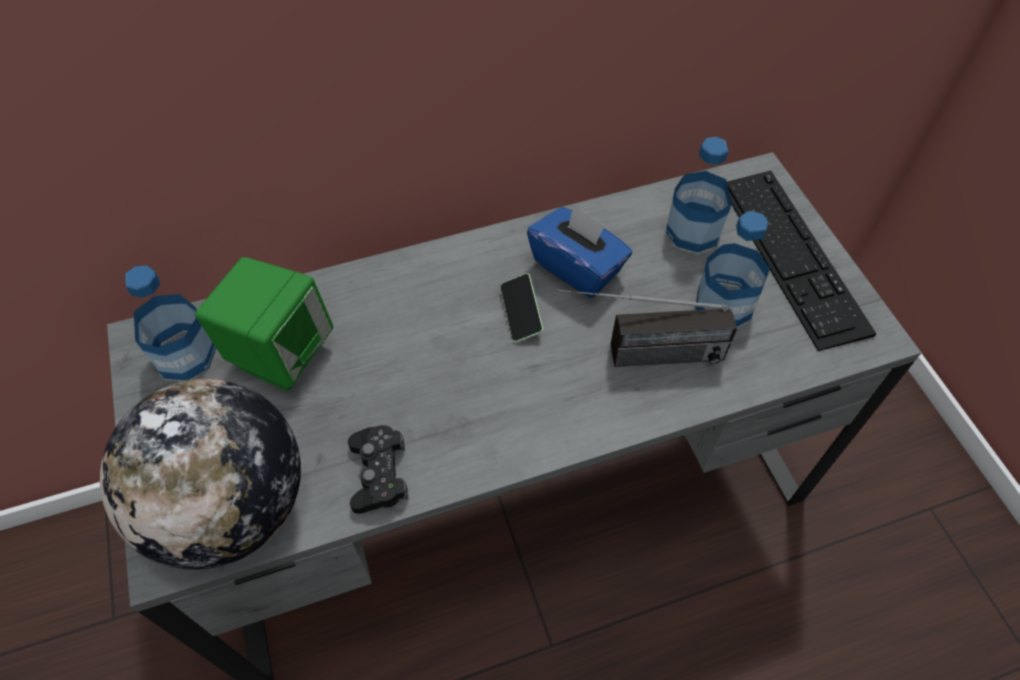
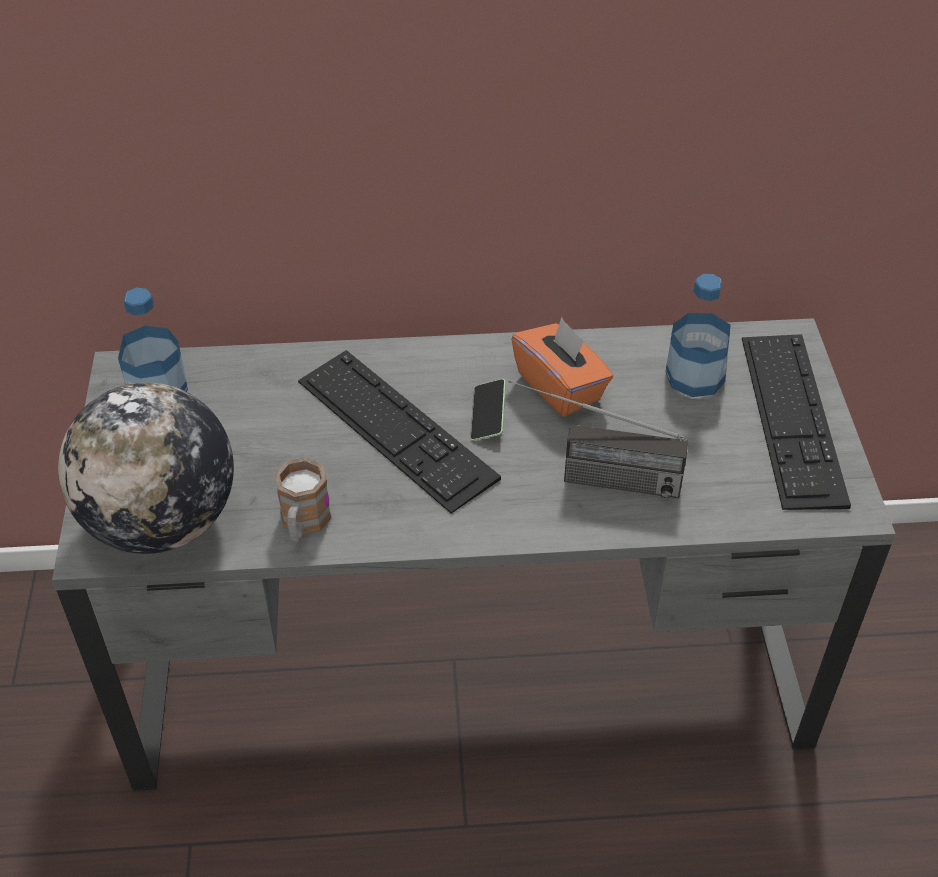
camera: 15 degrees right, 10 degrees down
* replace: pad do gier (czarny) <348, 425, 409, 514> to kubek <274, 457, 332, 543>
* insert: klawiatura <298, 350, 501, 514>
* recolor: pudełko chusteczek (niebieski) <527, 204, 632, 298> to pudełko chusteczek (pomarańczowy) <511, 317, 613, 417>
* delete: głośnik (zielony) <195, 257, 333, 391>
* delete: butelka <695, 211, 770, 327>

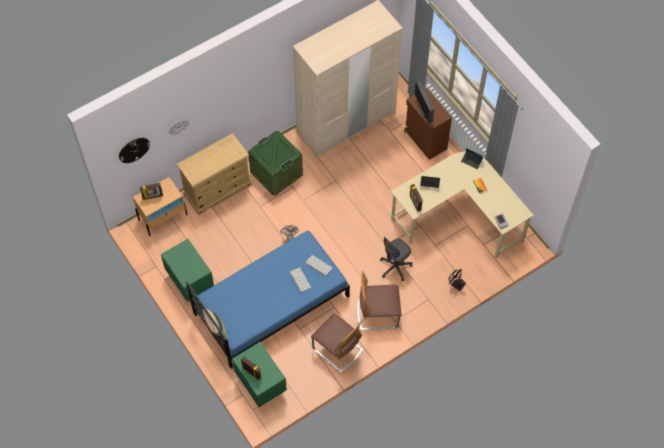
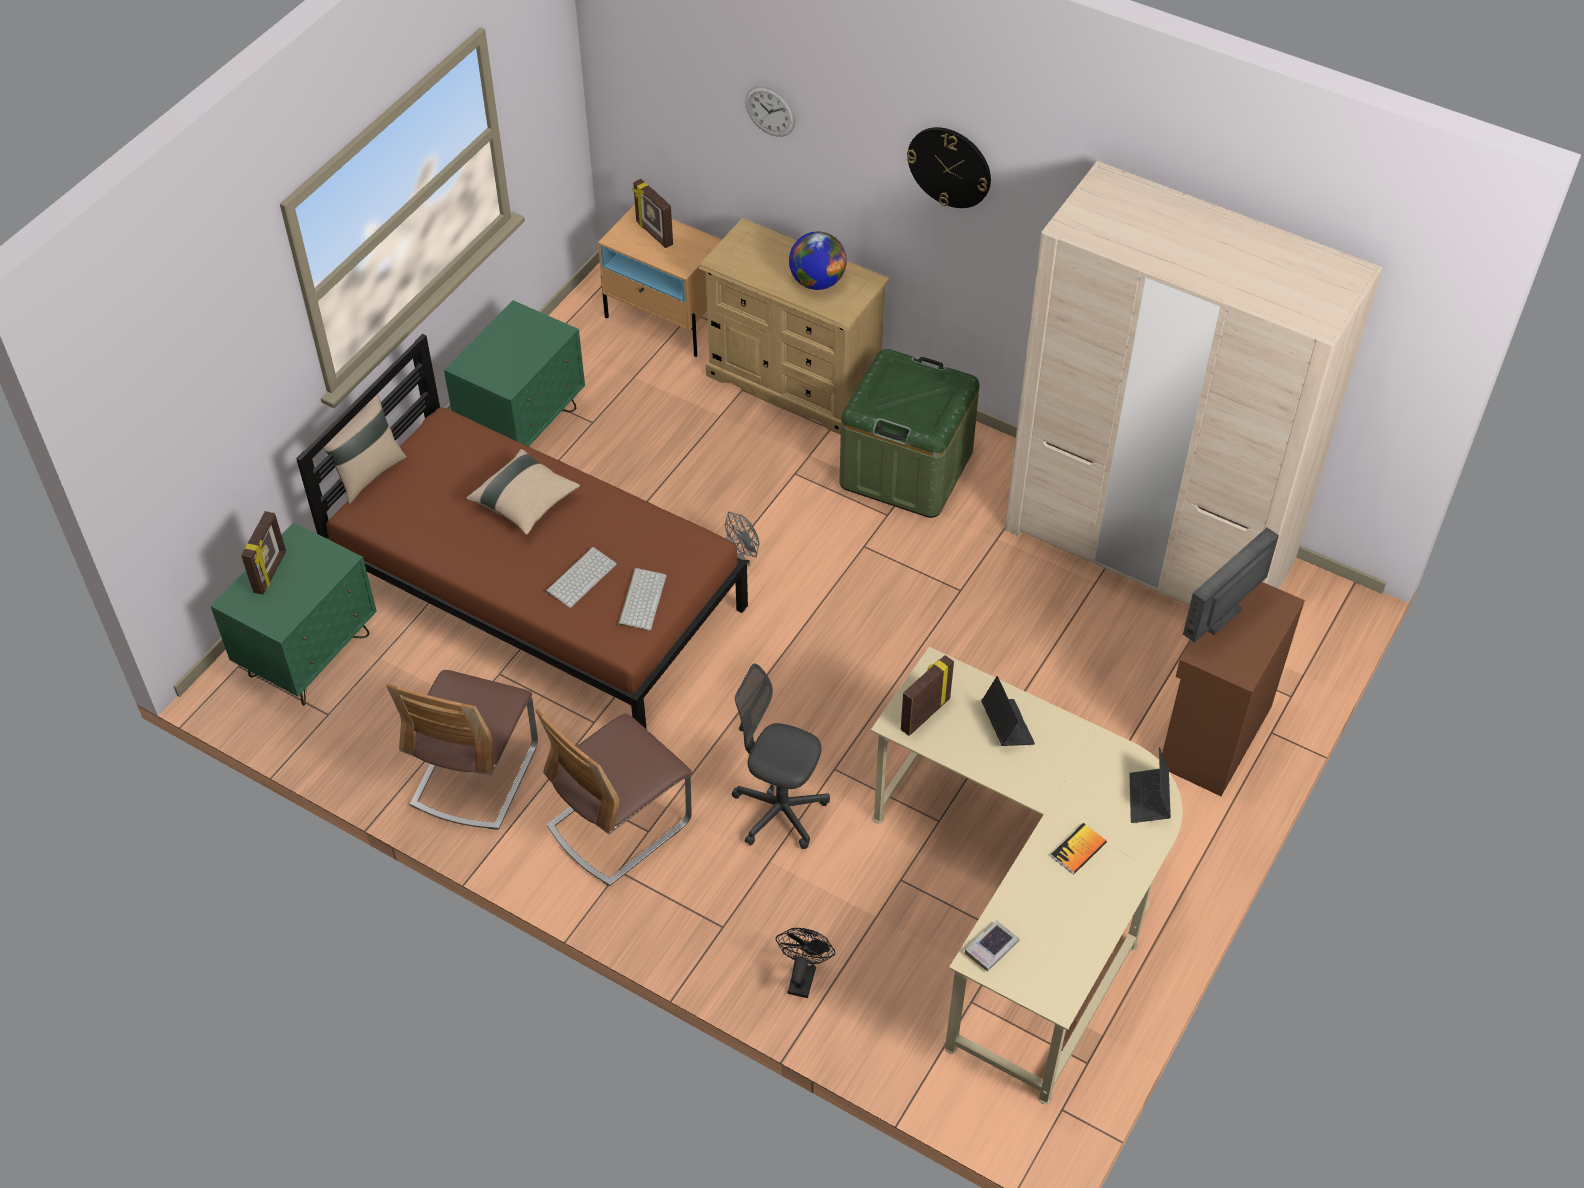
camera: 65 degrees right, 10 degrees down
* recolor: łóżko (niebieski) <186, 231, 350, 369> to łóżko (brązowy) <296, 334, 748, 729>
* insert: poduszka (beżowy) <466, 449, 580, 535>
* rotate: krzesło <357, 271, 401, 330> = <535, 708, 692, 886> 105 degrees counterclockwise
* insert: globus <789, 232, 847, 290>
* move: zegar ścienny <119, 138, 150, 163> to <907, 127, 991, 208>

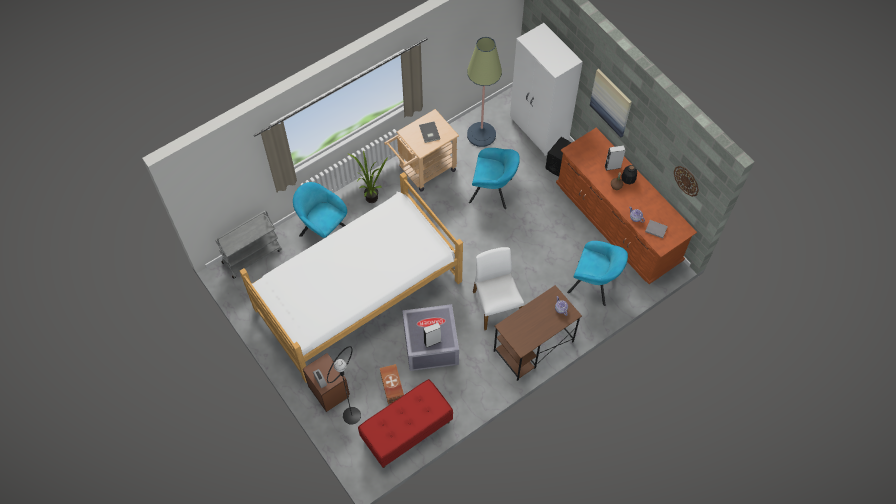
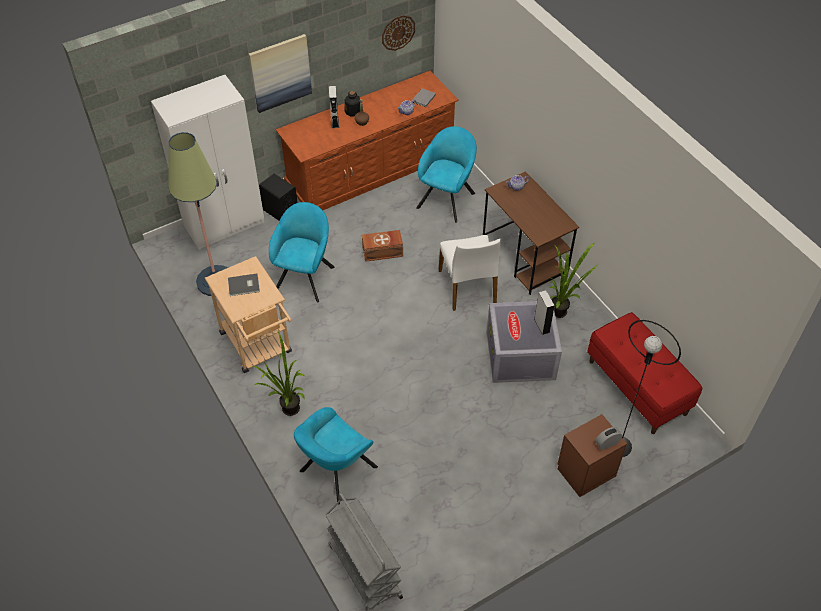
camera: 85 degrees left, 10 degrees down
* move: pojemnik do przechowywania (brązowy) <380, 364, 404, 405> to <362, 230, 403, 262>
* rotate: krzesło (biały) <473, 247, 524, 330> = <438, 235, 501, 311> 90 degrees counterclockwise
* insert: roślina doniczkowa <550, 243, 598, 318>
* delete: łóżko <240, 172, 463, 383>

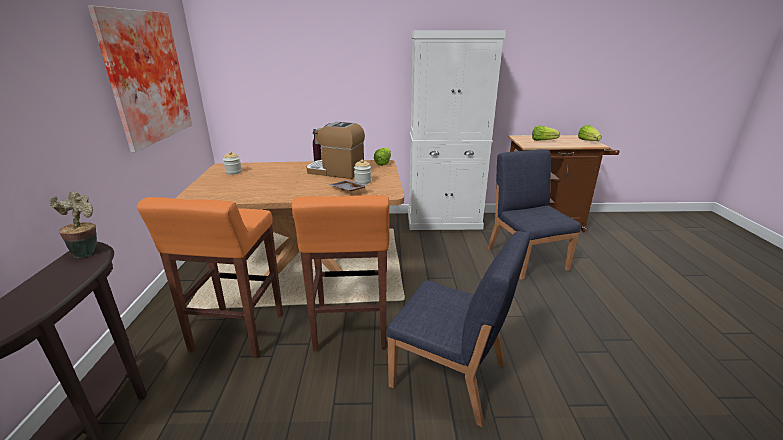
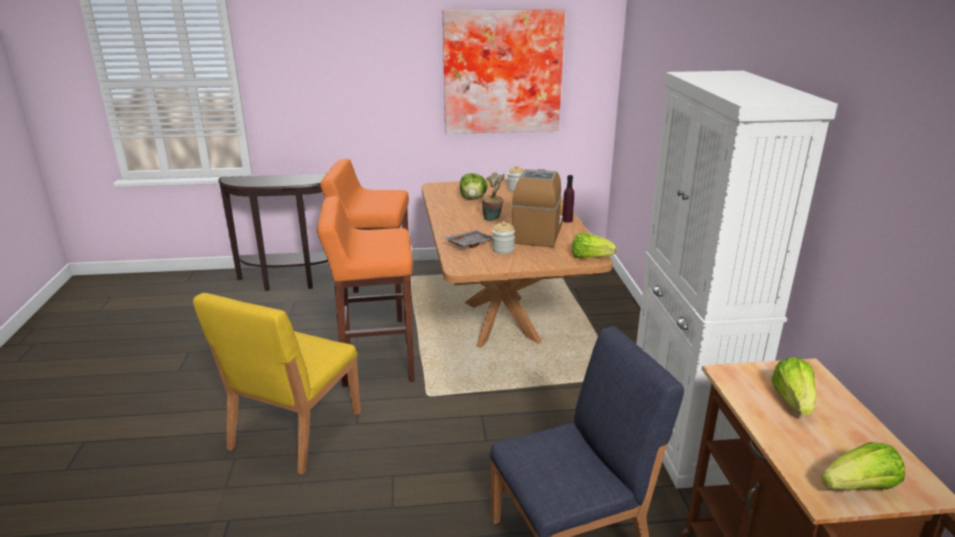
camera: 85 degrees right, 0 degrees up
* recolor: krzesło (niebieski) <387, 231, 530, 427> to krzesło (żółty) <193, 293, 361, 475>
* insert: sałata <460, 173, 487, 200>
* move: roślina doniczkowa <50, 191, 97, 258> to <482, 173, 505, 221>

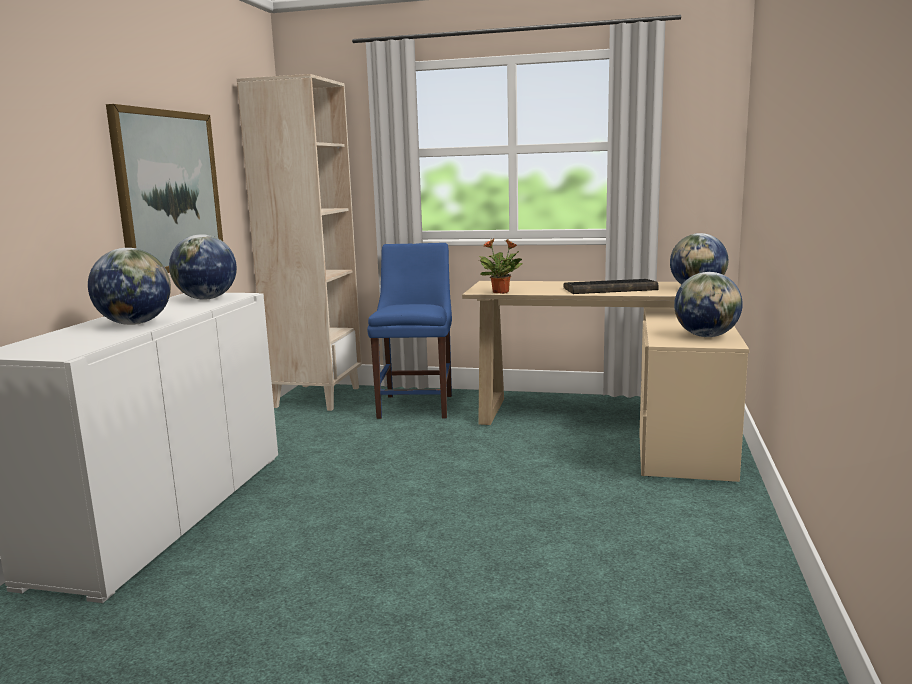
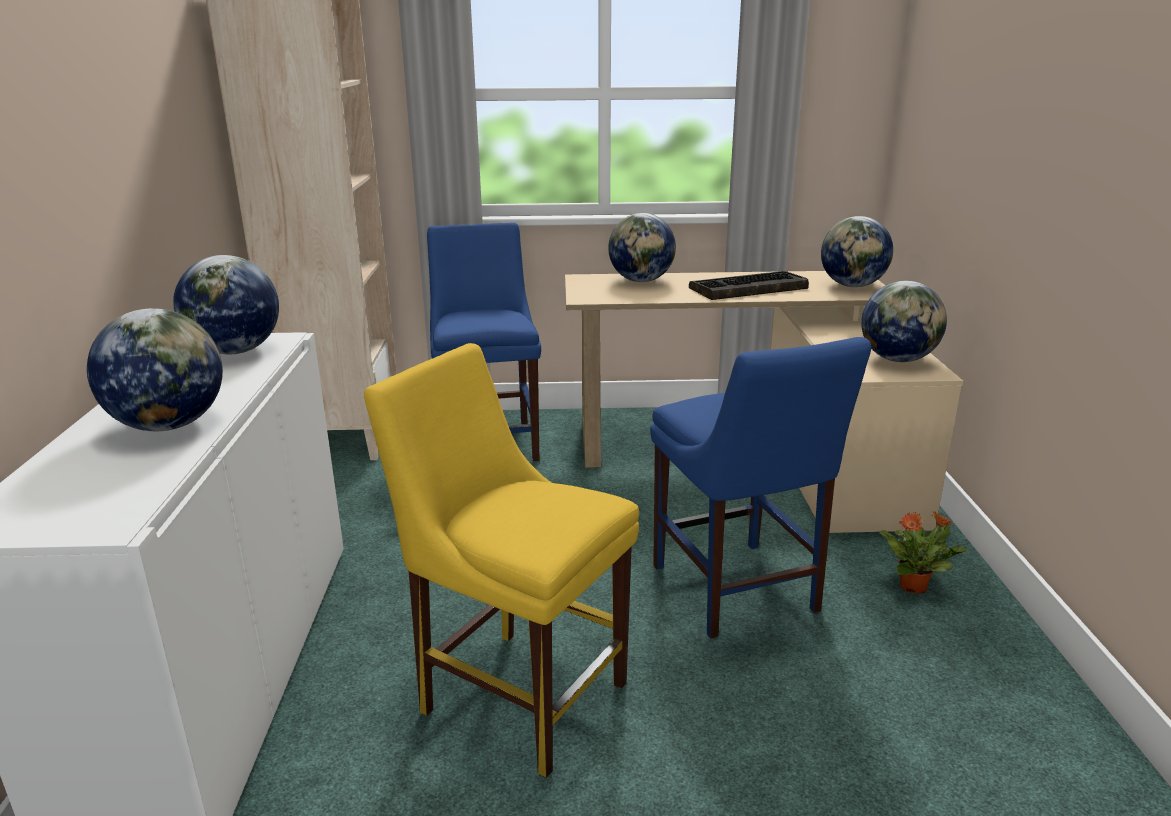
camera: 15 degrees left, 10 degrees up
* insert: krzesło (żółty) <364, 343, 639, 778>
* insert: globus <608, 213, 676, 282>
* insert: krzesło (niebieski) <650, 337, 871, 639>
* move: roślina doniczkowa <479, 238, 522, 294> to <879, 511, 967, 593>
* delete: obraz <106, 104, 223, 273>

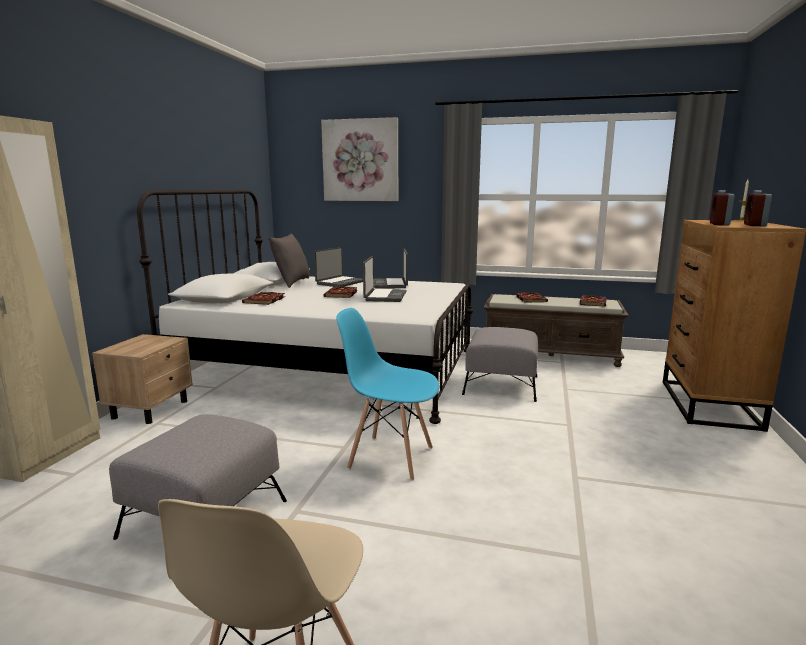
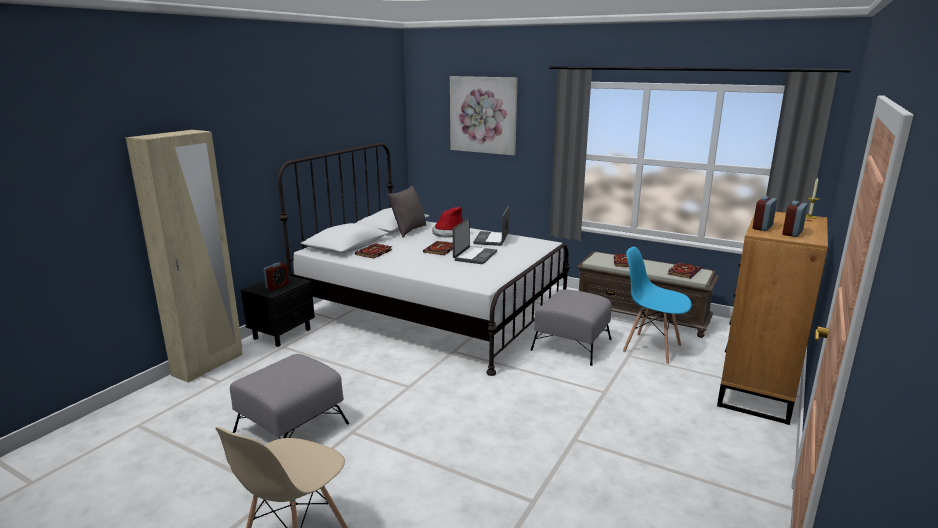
camera: 15 degrees right, 5 degrees up
* recolor: szafka nocna (beżowy) <92, 334, 193, 424> to szafka nocna (czarny) <241, 275, 315, 347>
* insert: budzik <263, 262, 289, 290>
* replace: laptop <314, 247, 363, 287> to kapelusz <432, 207, 463, 238>
* move: krzesło (niebieski) <336, 308, 439, 481> to <623, 247, 692, 364>

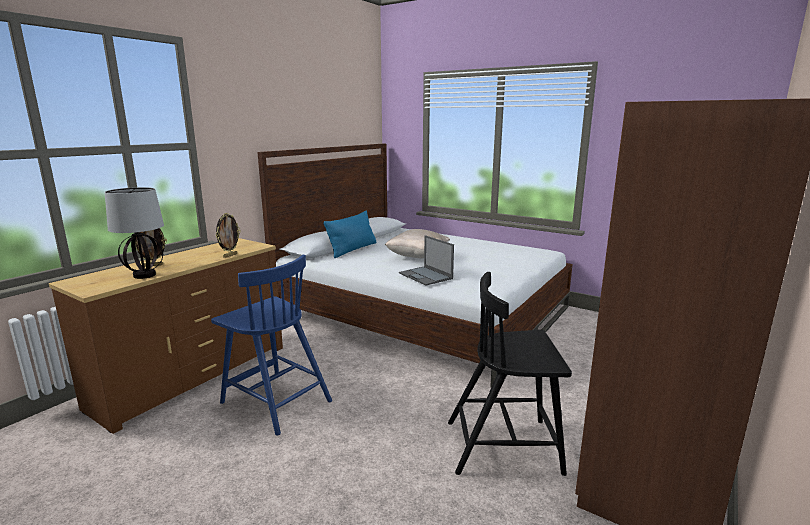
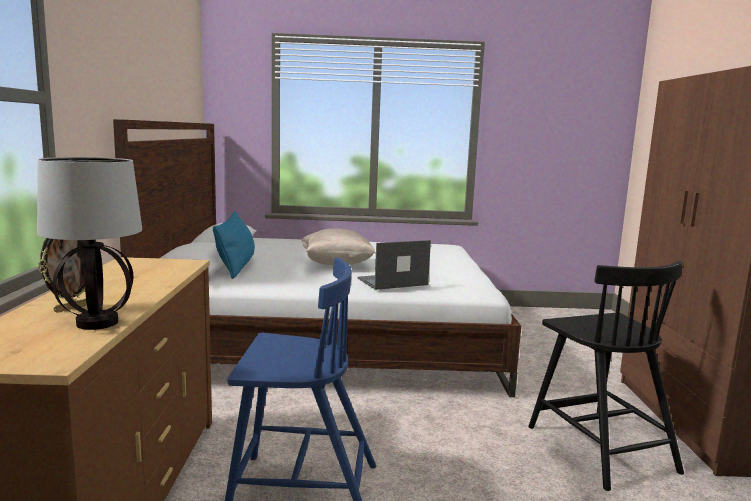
camera: 35 degrees left, 5 degrees down
* rotate: laptop <399, 235, 454, 286> = <358, 240, 431, 290> 135 degrees clockwise
* rotate: krzesło (czarny) <448, 272, 572, 476> = <528, 261, 684, 491> 75 degrees counterclockwise
* delete: ramka na zdjęcie <216, 213, 241, 258>

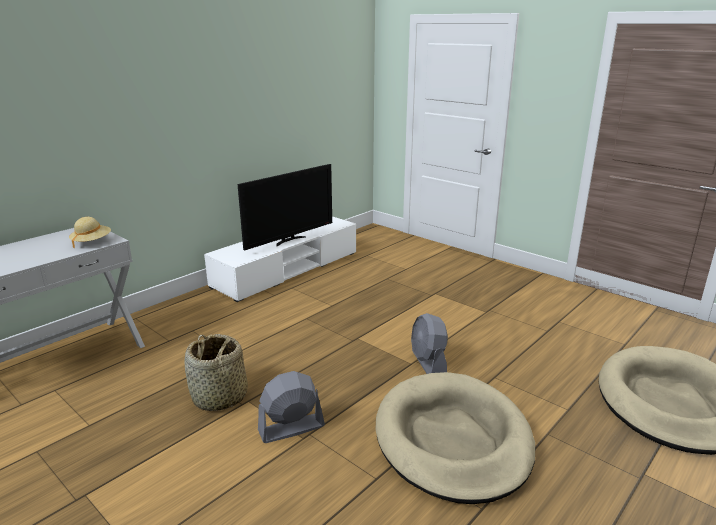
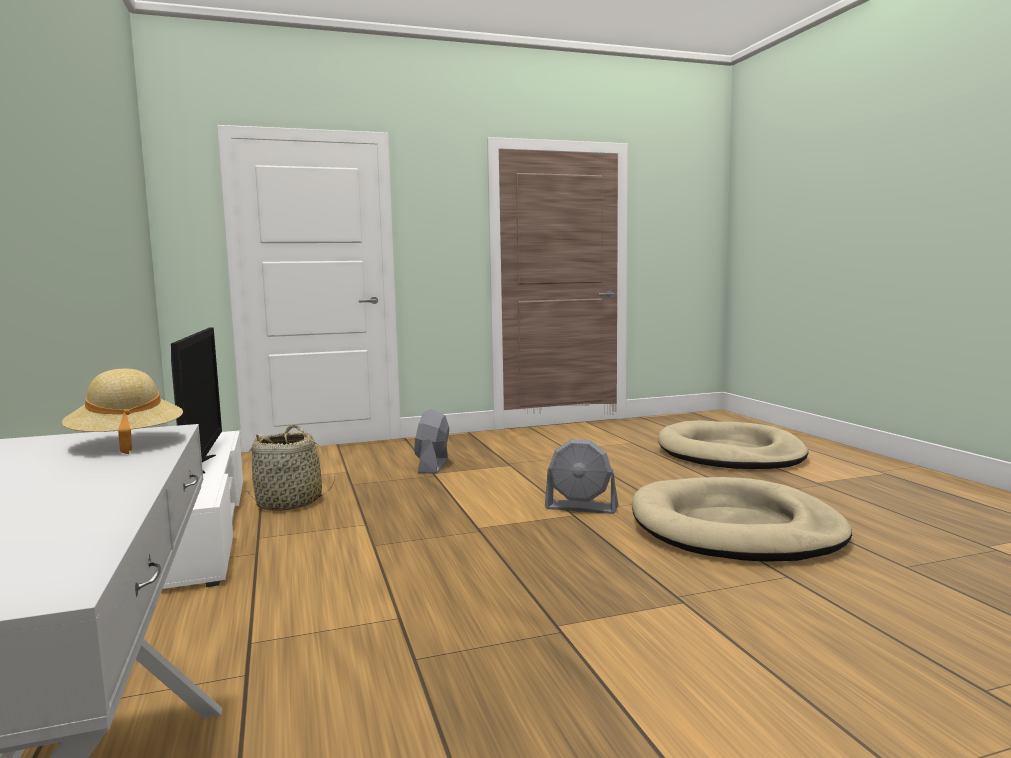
camera: 60 degrees left, 15 degrees down
* move: koszyk <185, 334, 248, 411> to <247, 425, 335, 511>
* move: wentylator (szary) <258, 371, 325, 443> to <414, 409, 449, 473>

